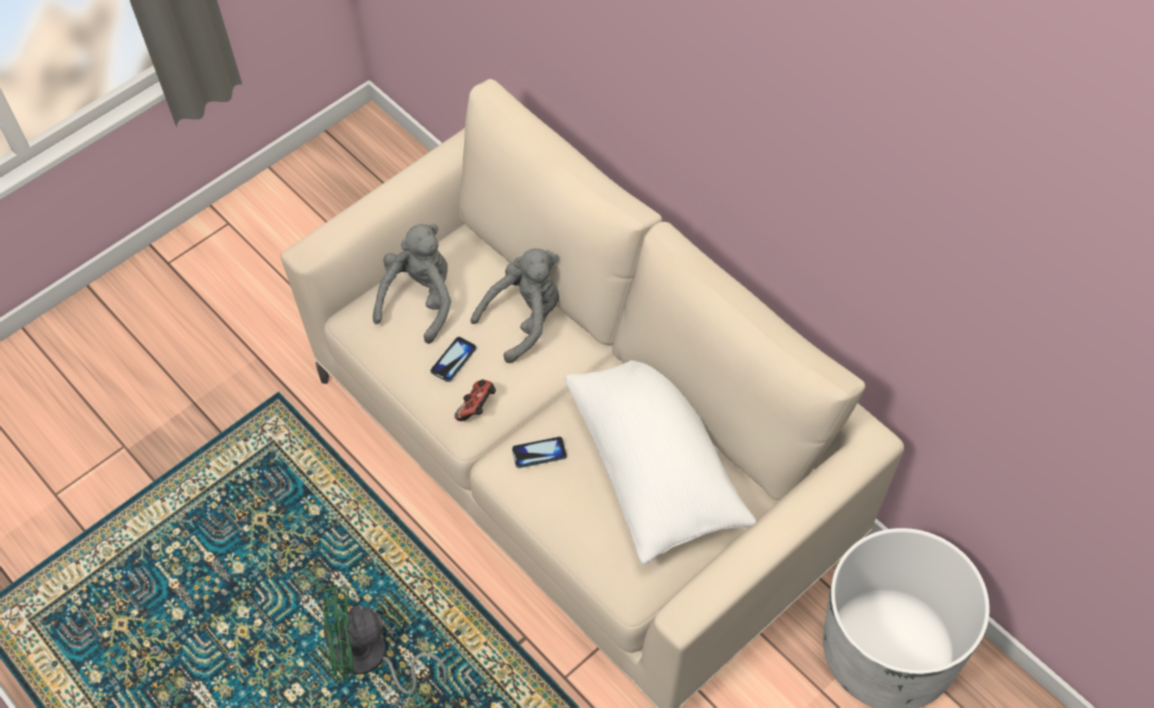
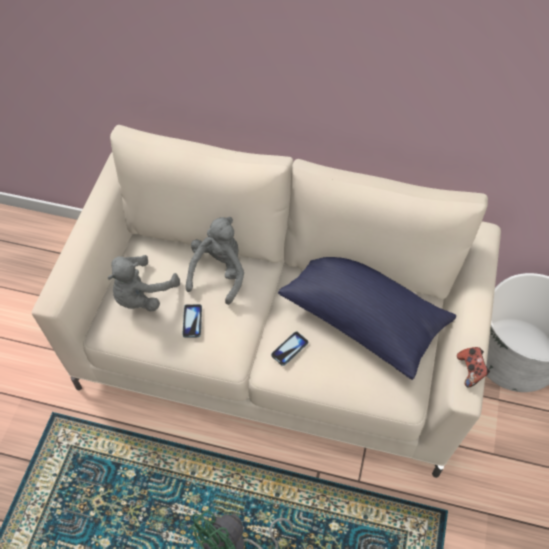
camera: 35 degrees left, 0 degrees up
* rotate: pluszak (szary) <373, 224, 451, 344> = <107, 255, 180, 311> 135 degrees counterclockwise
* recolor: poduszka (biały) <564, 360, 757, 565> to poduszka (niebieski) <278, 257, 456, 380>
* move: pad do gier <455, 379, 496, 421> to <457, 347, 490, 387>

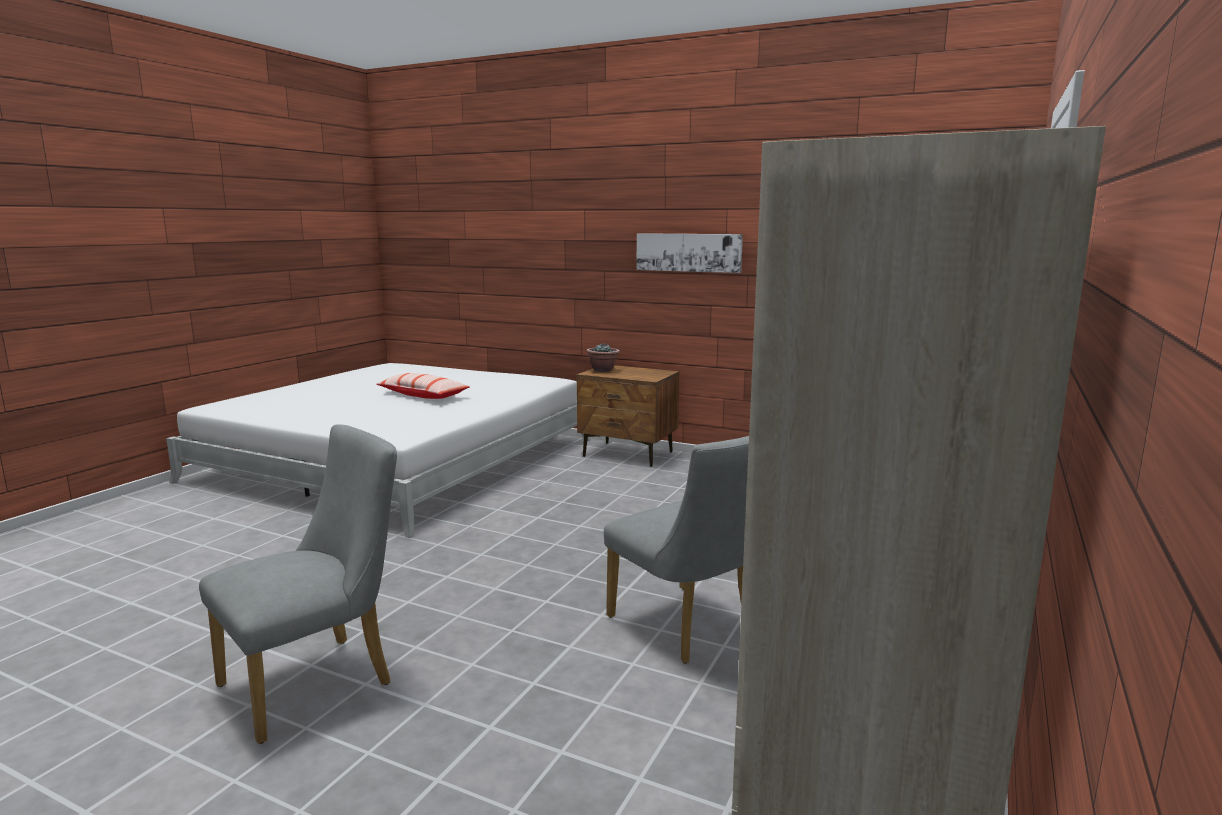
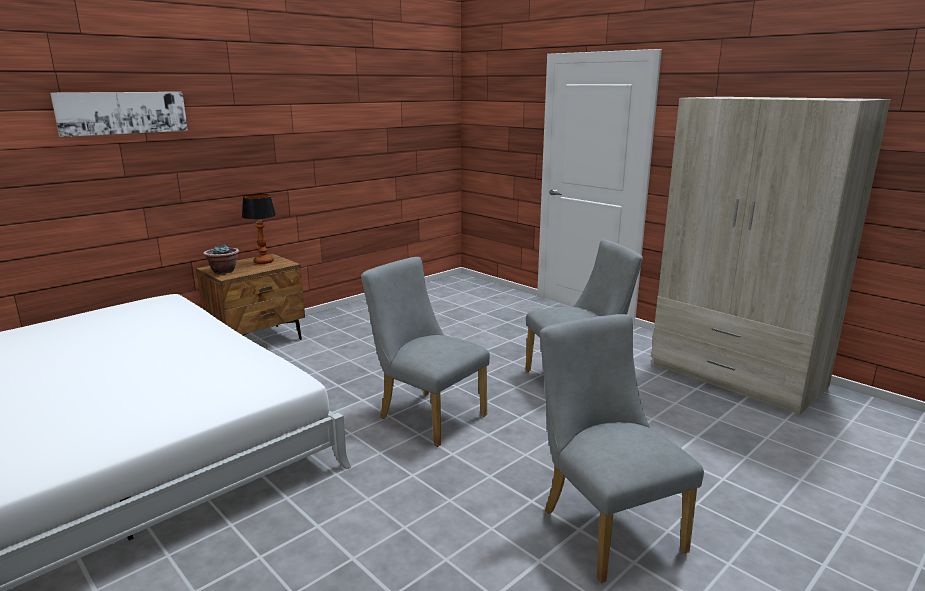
camera: 70 degrees left, 5 degrees up
* move: obraz <636, 233, 743, 273> to <50, 92, 188, 137>
* insert: lampa stołowa <242, 194, 276, 264>
* insert: krzesło (szary) <361, 257, 490, 447>
* delete: poduszka <376, 373, 470, 399>

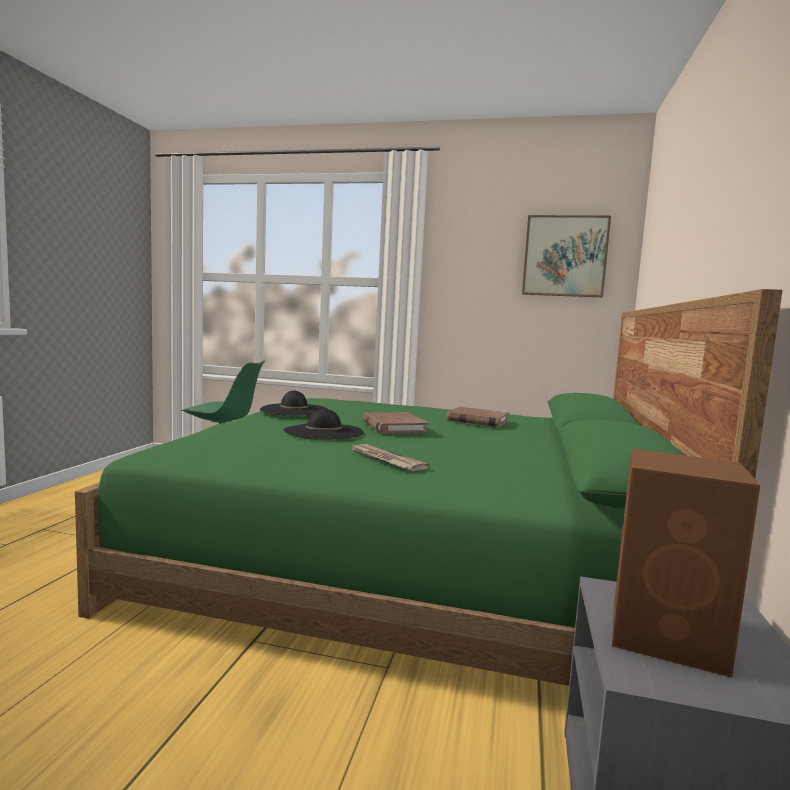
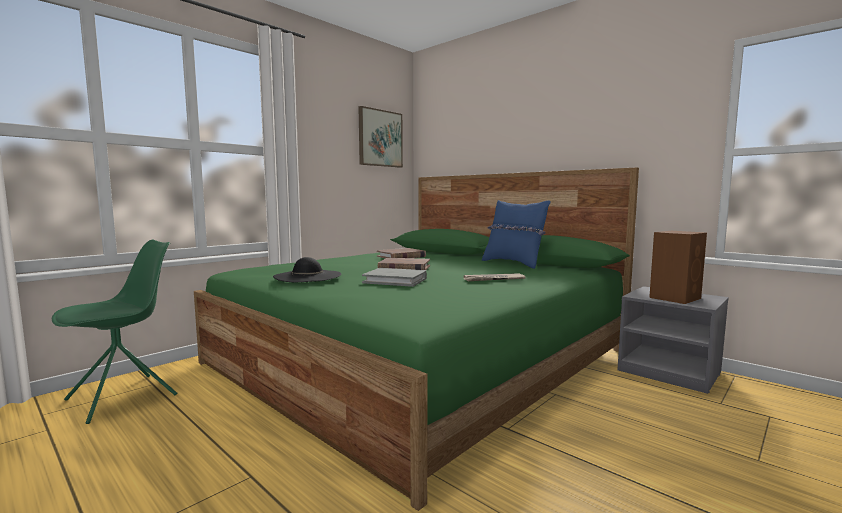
camera: 60 degrees left, 0 degrees up
* replace: kapelusz (czarny) <284, 409, 364, 440> to książka (szary) <362, 268, 427, 287>
* insert: poduszka (niebieski) <482, 200, 551, 269>

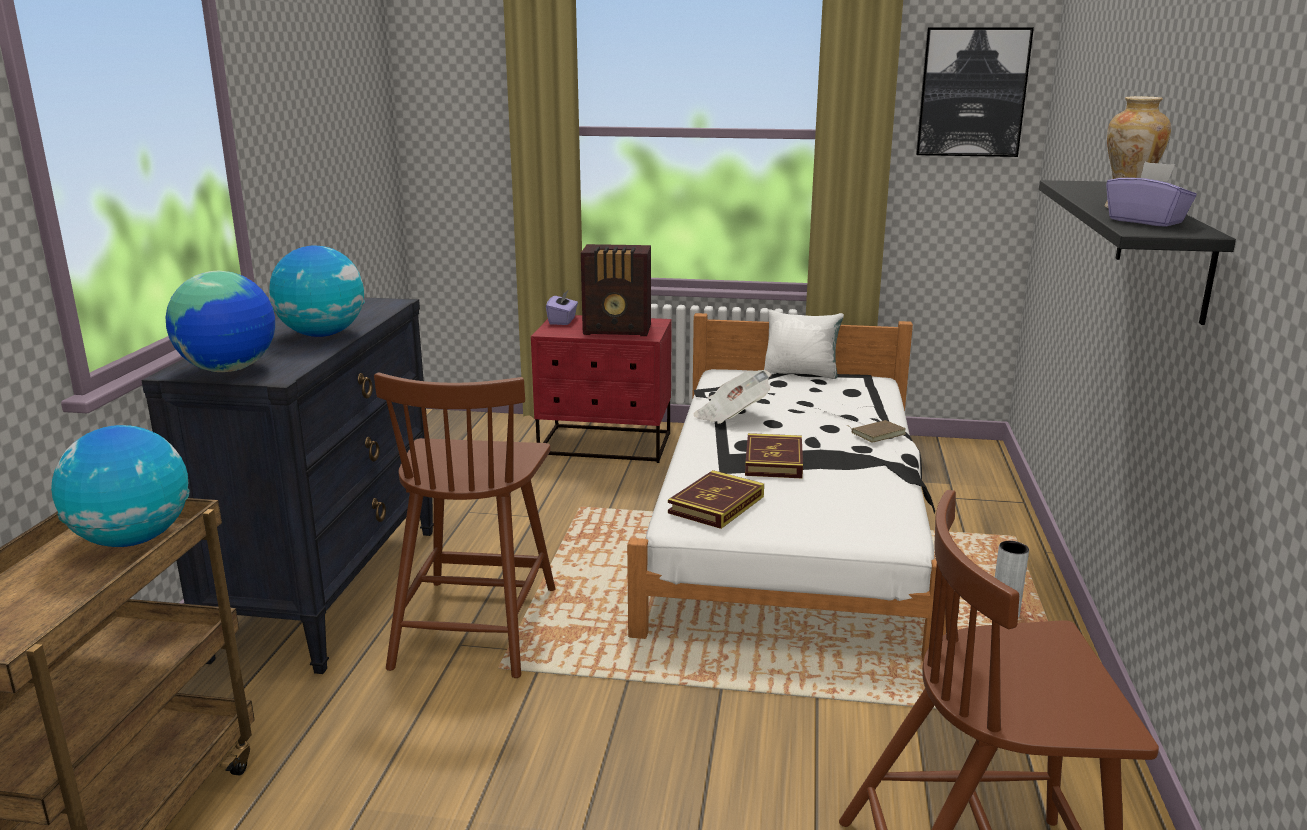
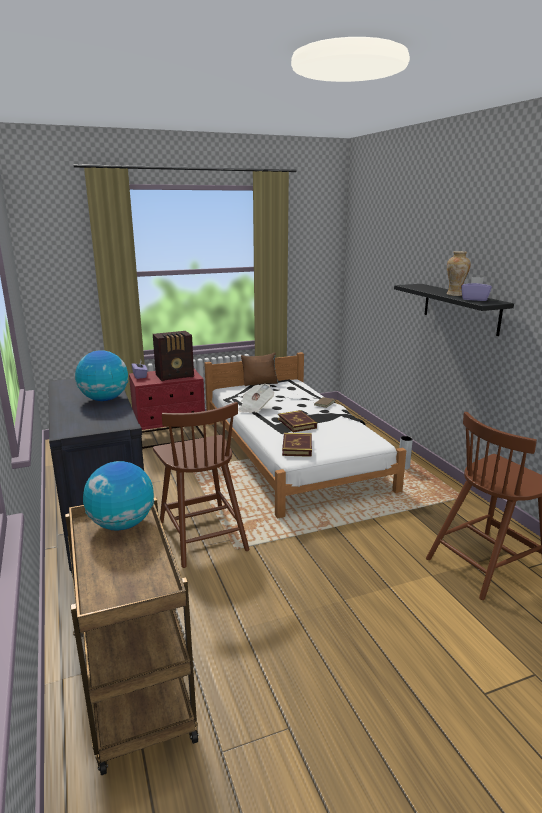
camera: 30 degrees left, 0 degrees up
* recolor: poduszka (biały) <764, 309, 844, 379> to poduszka (brązowy) <241, 353, 278, 386>
* delete: globus <166, 271, 275, 372>
* delete: obraz <916, 28, 1034, 157>

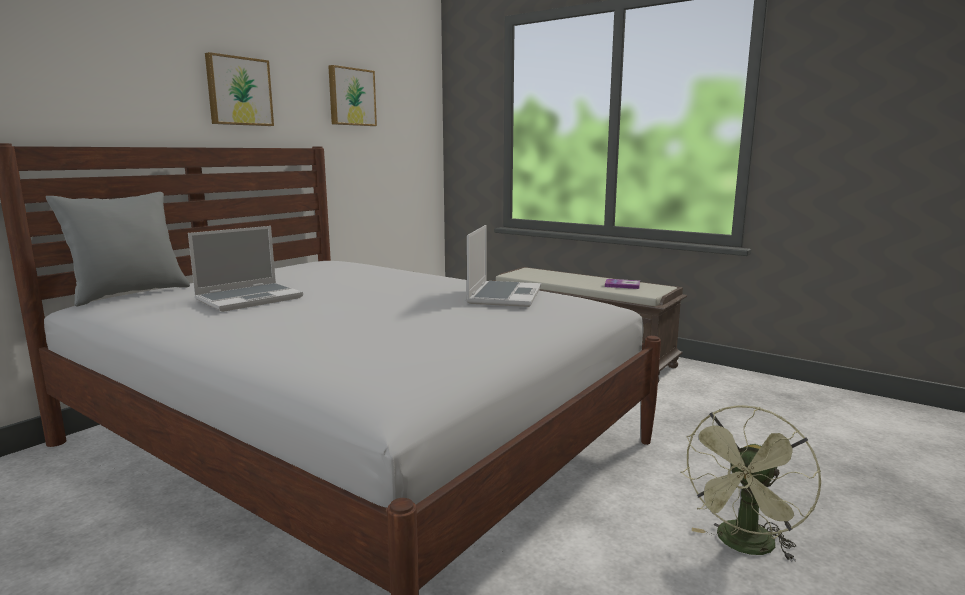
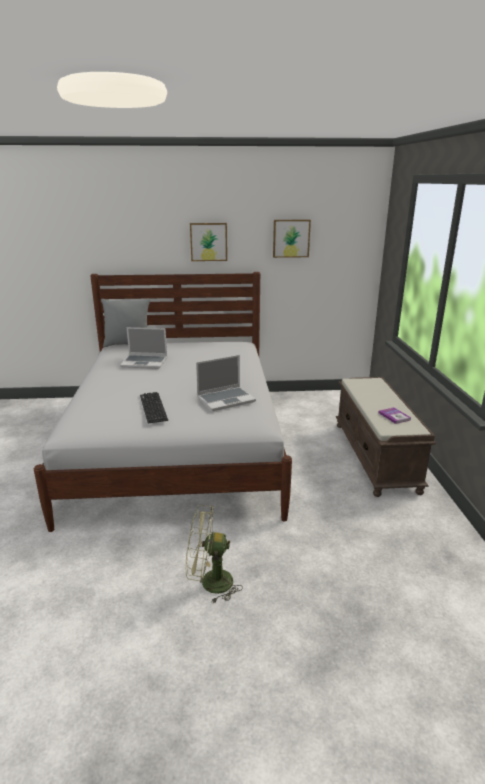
camera: 50 degrees right, 10 degrees up
* insert: klawiatura <140, 392, 168, 423>

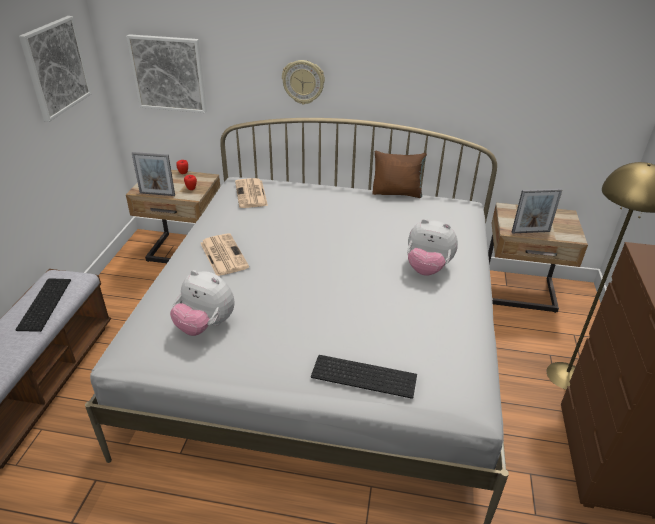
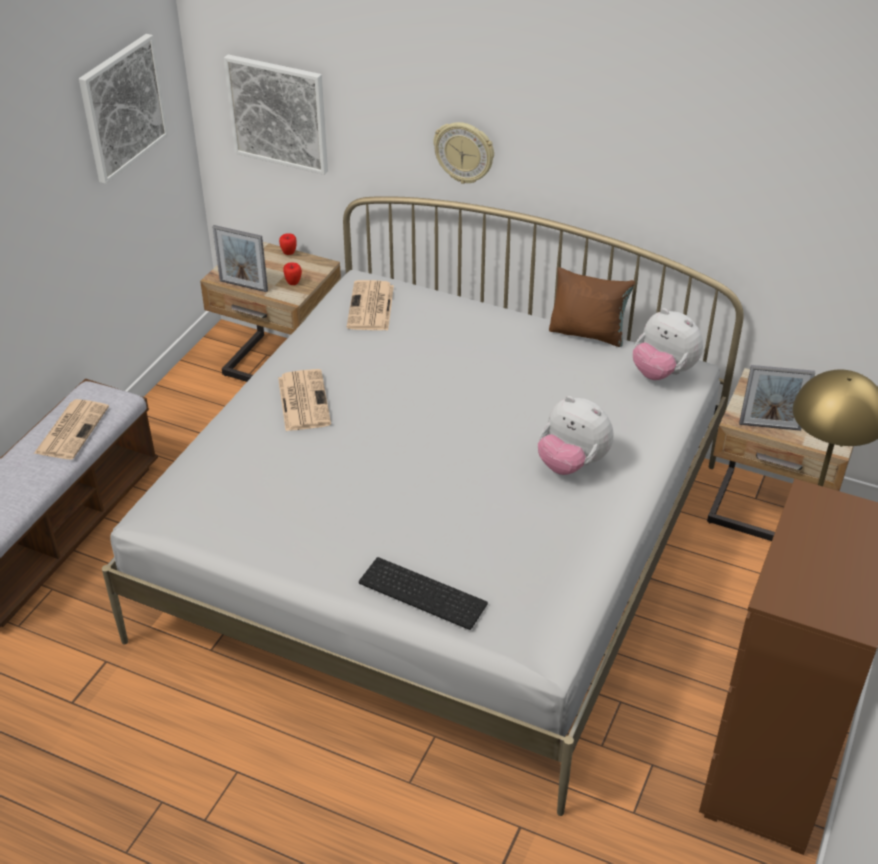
camera: 15 degrees right, 5 degrees up
* replace: klawiatura <16, 278, 71, 332> to gazeta <34, 399, 109, 460>
* move: pluszak <170, 270, 234, 336> to <633, 308, 703, 380>

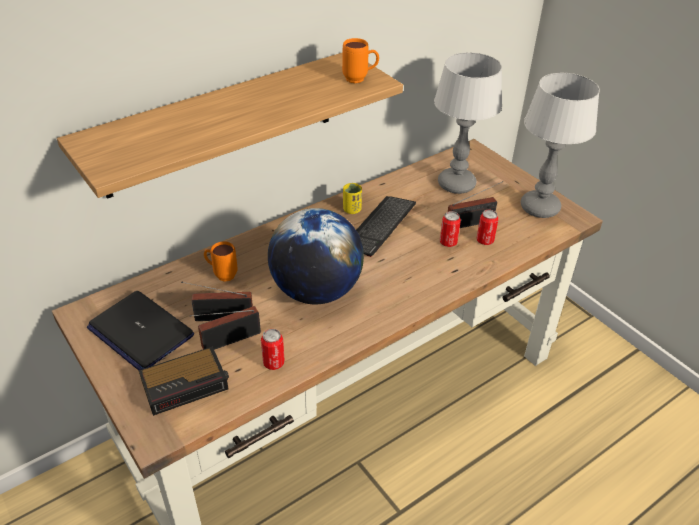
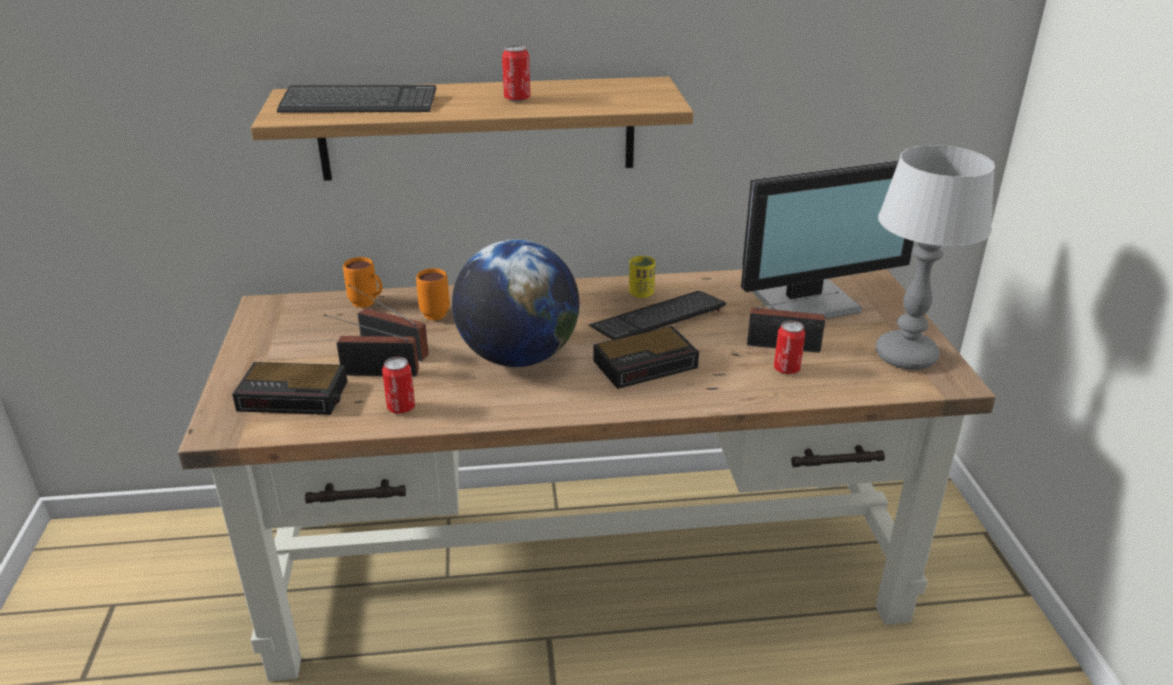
camera: 30 degrees right, 10 degrees down
* insert: klawiatura <277, 85, 436, 113>
* move: kubek (pomarańczowy) <342, 38, 379, 83> to <343, 257, 382, 308>
* move: puszka <440, 211, 461, 247> to <502, 45, 530, 102>
* insert: budzik <593, 326, 699, 389>
* replace: lampa stołowa <434, 52, 502, 194> to monitor <741, 160, 914, 319>
* delete: laptop <87, 291, 194, 370>

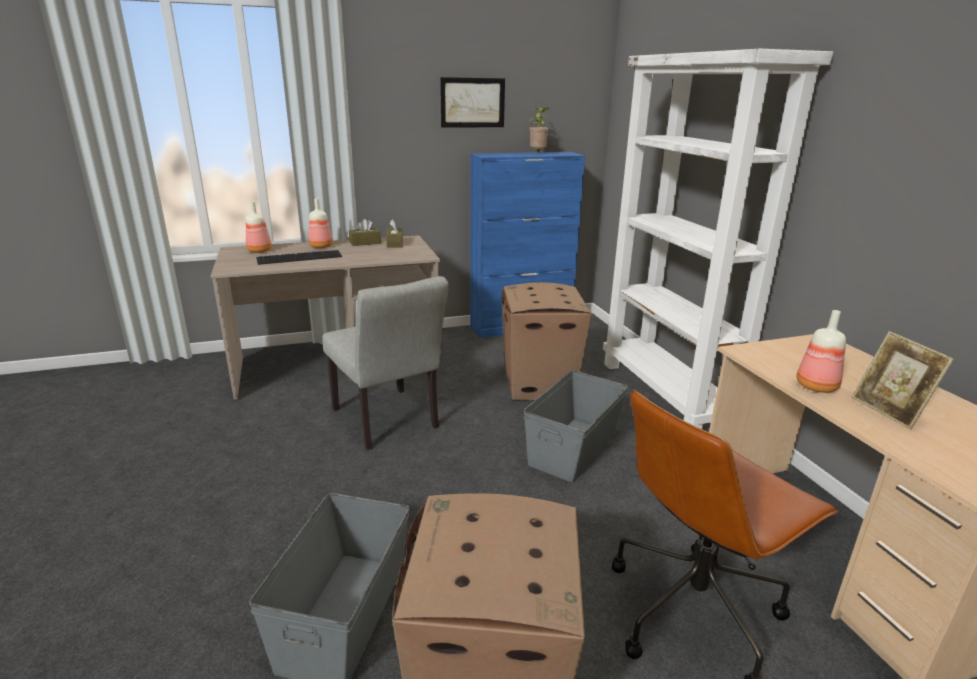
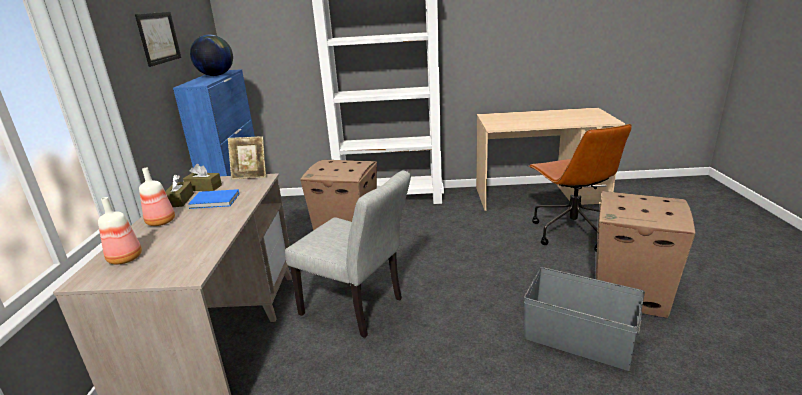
camera: 70 degrees left, 0 degrees up
* insert: książka (niebieski) <188, 189, 239, 209>
* replace: roślina doniczkowa <529, 108, 549, 152> to globus <190, 35, 233, 76>
* move: ramka na zdjęcie <852, 331, 954, 430> to <228, 136, 266, 180>
* rotate: krzesło (szary) <322, 276, 449, 450> = <285, 170, 411, 338> 45 degrees clockwise
* delete: klawiatura <256, 250, 342, 265>
* delete: pojemnik do przechowywania (szary) <523, 370, 628, 483>
* delete: butelka <796, 310, 846, 393>

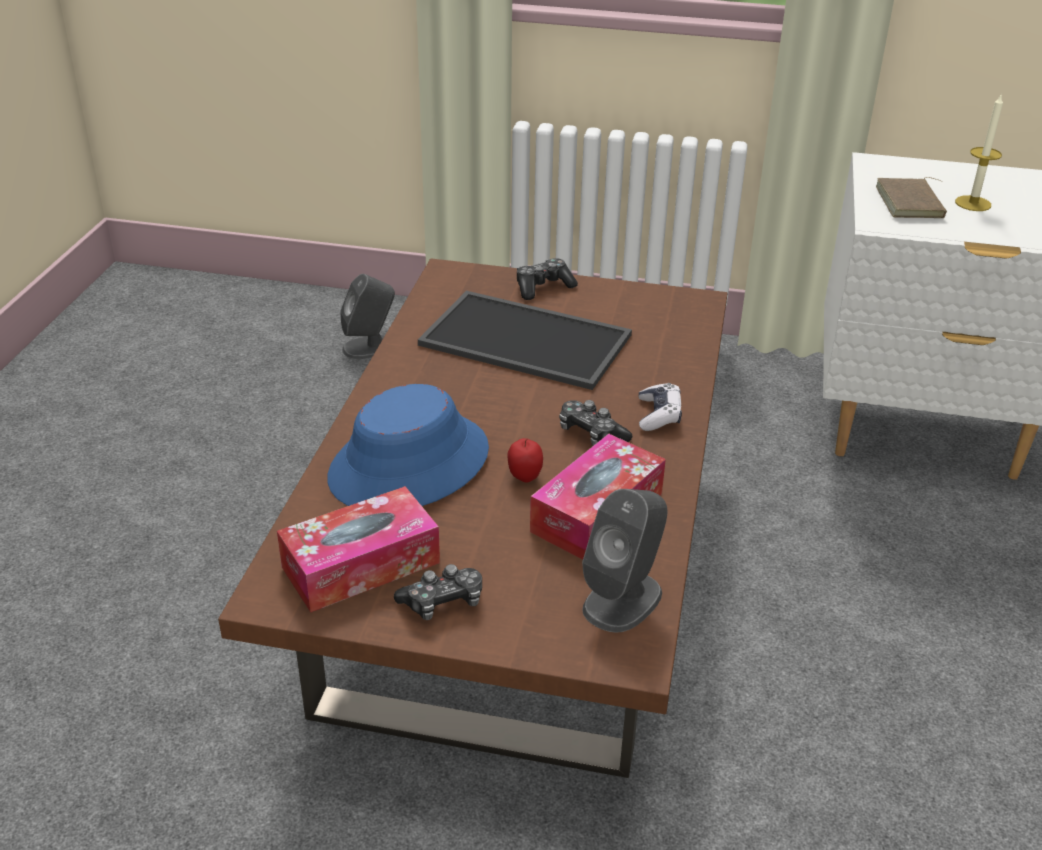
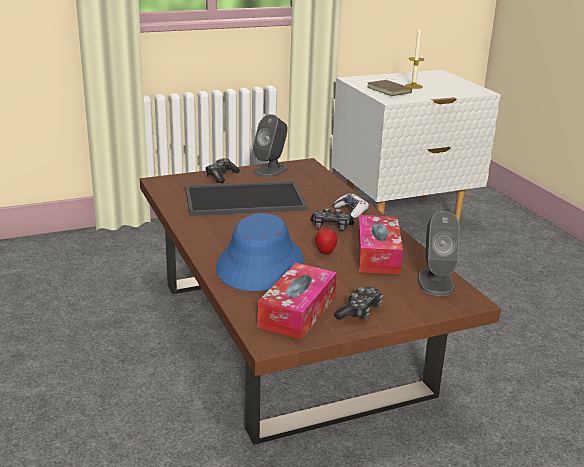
camera: 35 degrees left, 10 degrees down
* move: głośnik (szary) <340, 274, 395, 359> to <253, 114, 288, 177>

